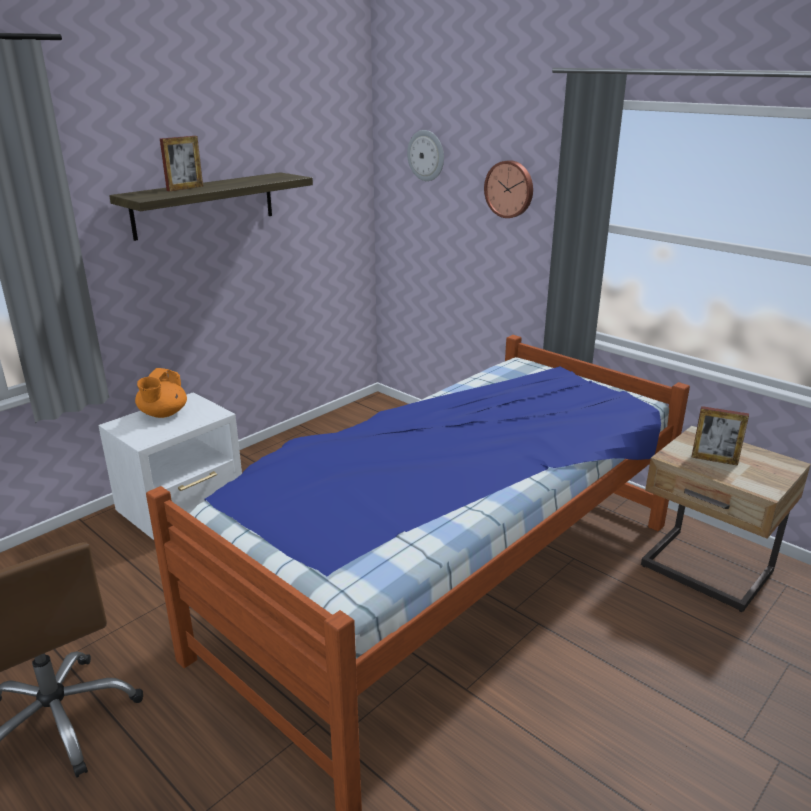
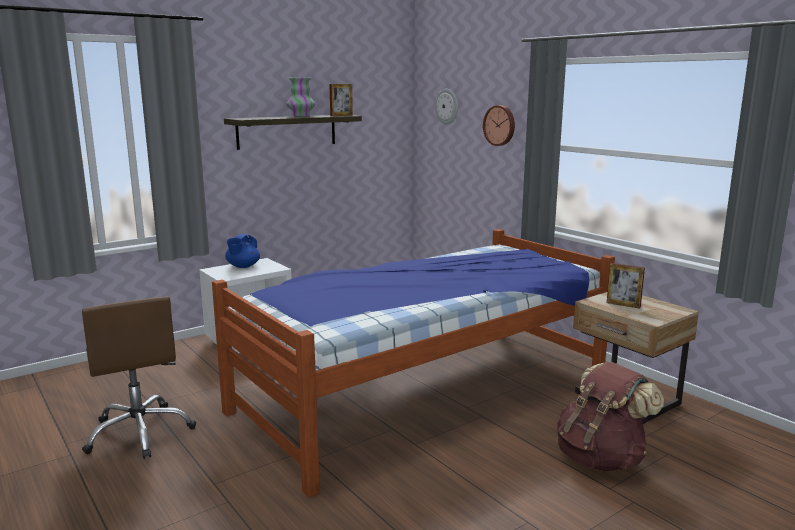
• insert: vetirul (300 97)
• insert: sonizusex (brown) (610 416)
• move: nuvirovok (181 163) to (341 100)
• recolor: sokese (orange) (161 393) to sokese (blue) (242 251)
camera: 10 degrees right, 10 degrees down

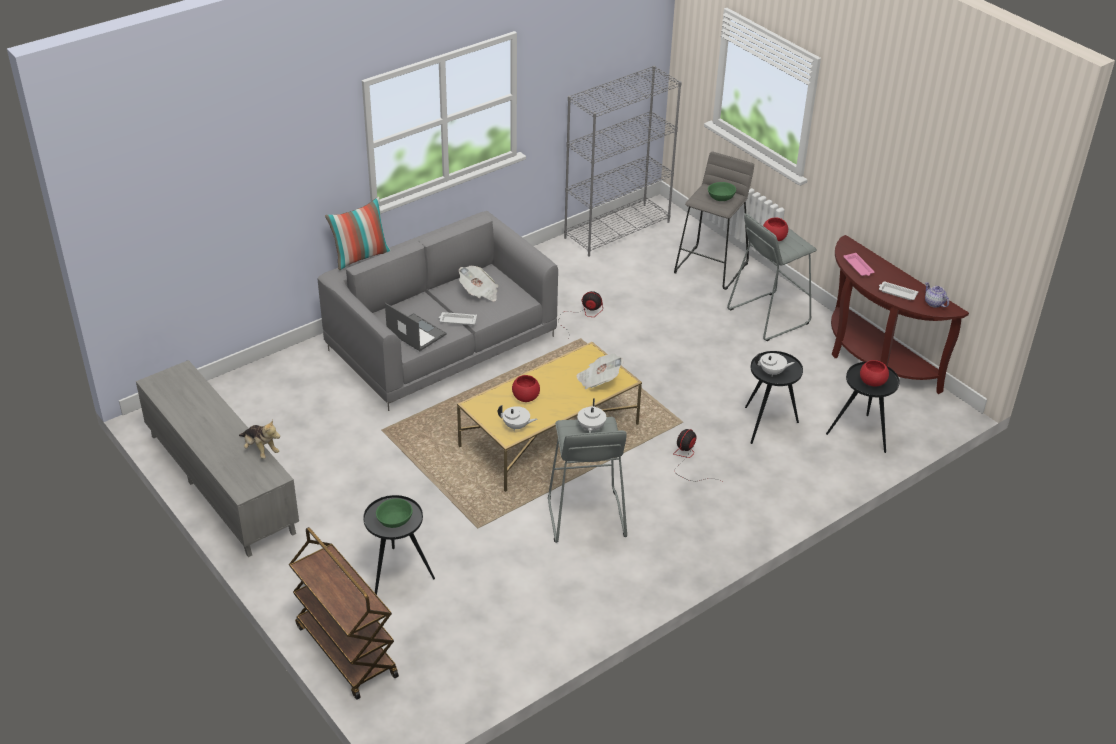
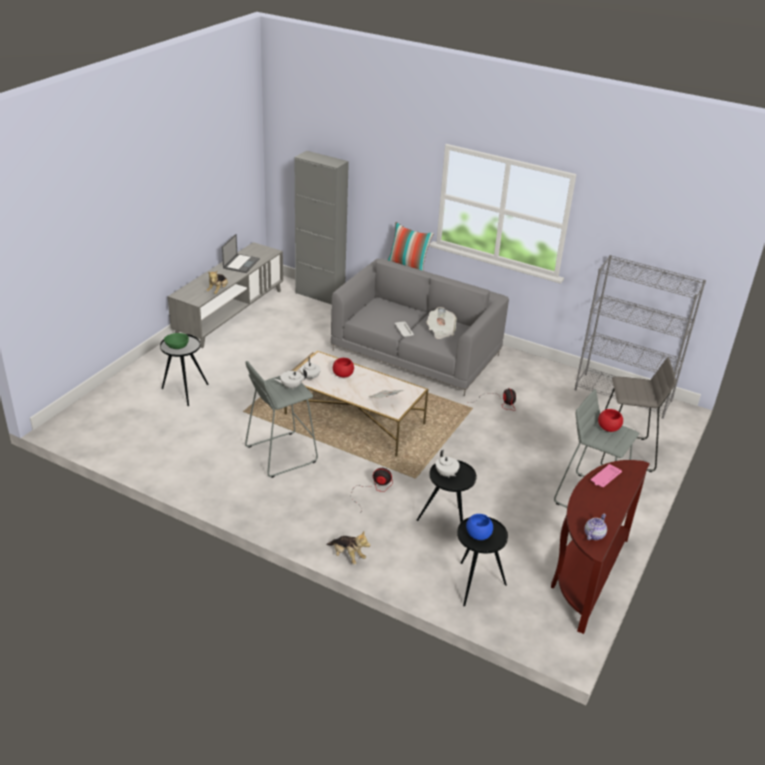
• delete: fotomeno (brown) (344 613)
• delete: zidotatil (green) (722 191)
• delete: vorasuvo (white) (898 290)
• insert: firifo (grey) (322 227)
• insert: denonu (348 548)
• move: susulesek (416 327) to (241 253)
• recolor: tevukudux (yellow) (549 417) to tevukudux (white) (356 404)
• recolor: zidotatil (red) (874 373) to zidotatil (blue) (479 527)
camera: 65 degrees right, 5 degrees down

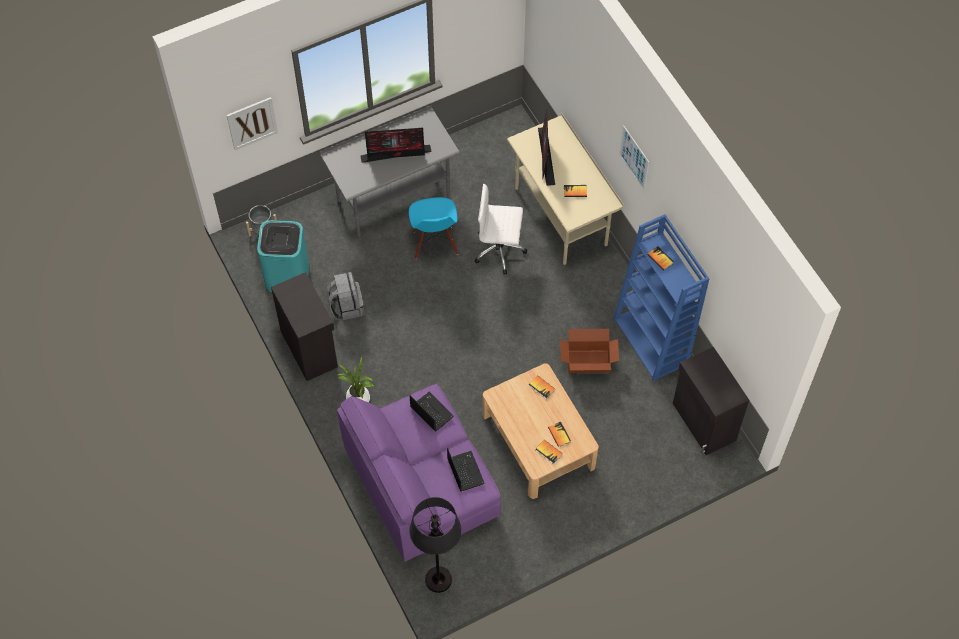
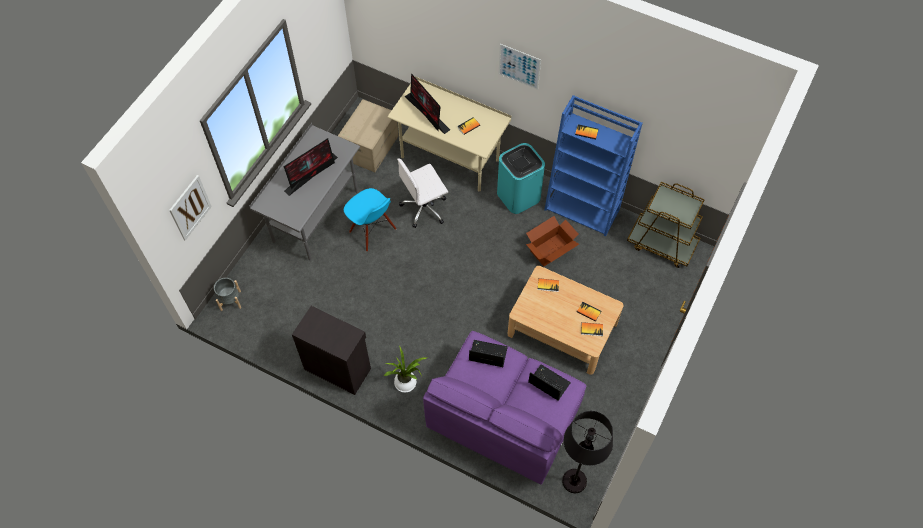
• delete: sonizusex (grey) (345 296)
• insert: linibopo (368 135)
• move: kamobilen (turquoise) (283 256) to (521 178)
• replace: firifo (black) (711 401) to fotomeno (brown) (666 225)
camera: 35 degrees left, 0 degrees up

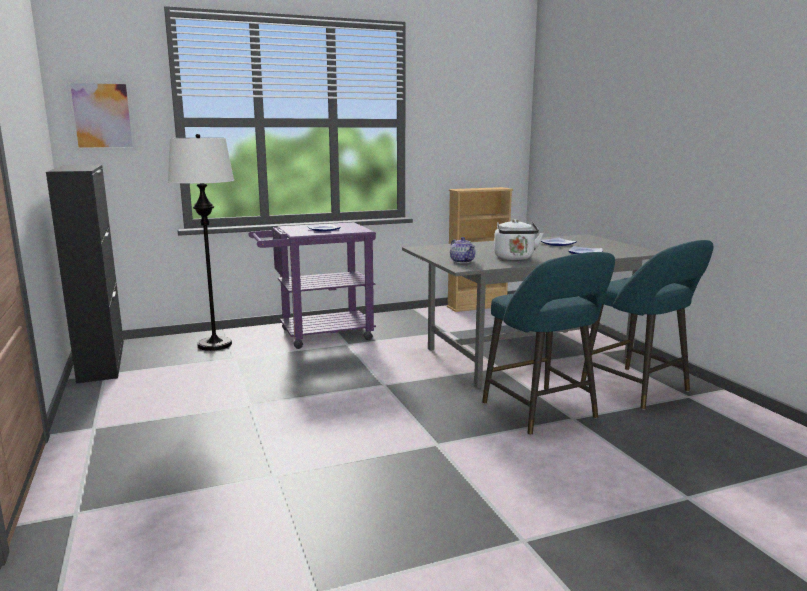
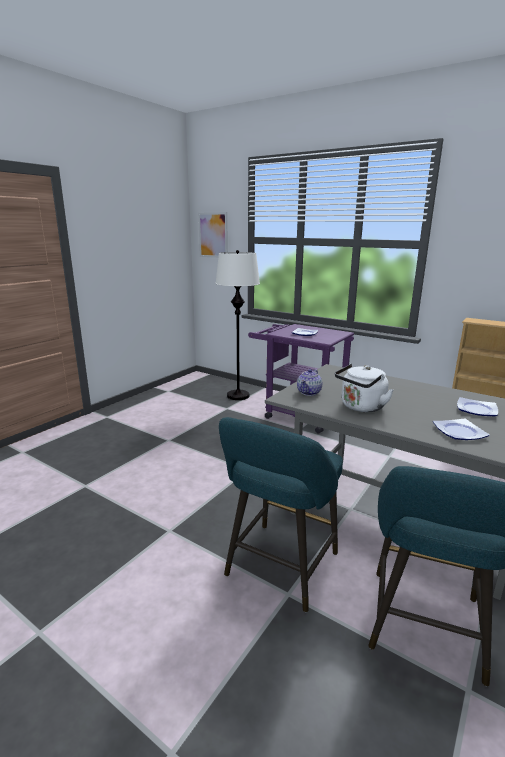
• delete: firifo (black) (85 274)
camera: 55 degrees right, 5 degrees up

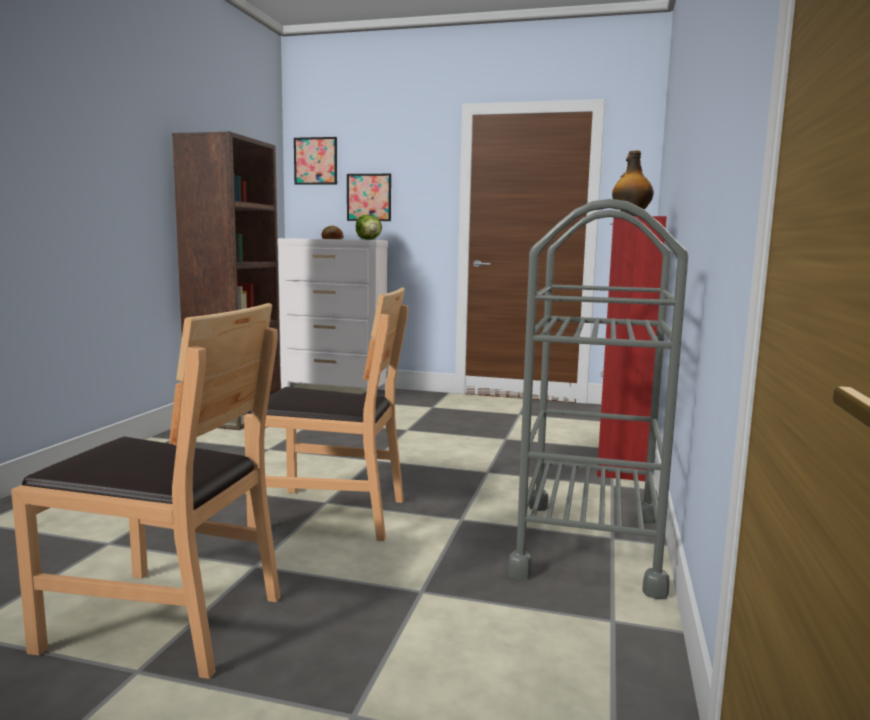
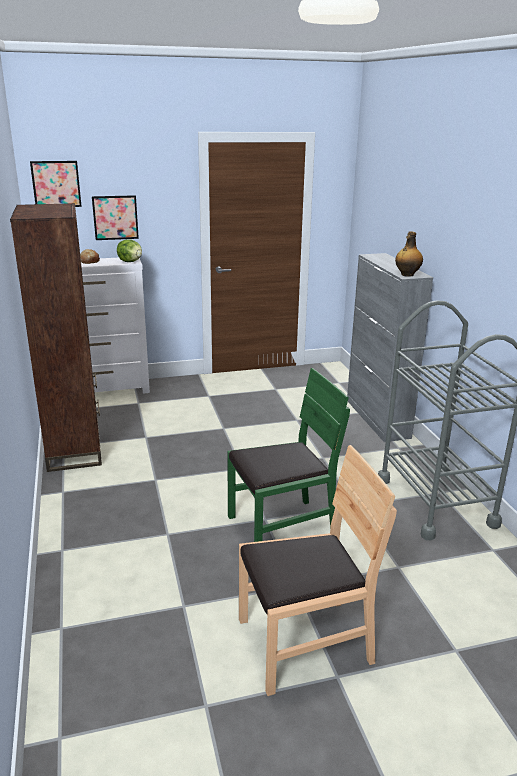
• recolor: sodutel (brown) (326 414) to sodutel (green) (288 455)
• recolor: firifo (red) (632 348) to firifo (grey) (390 347)
camera: 30 degrees left, 15 degrees up

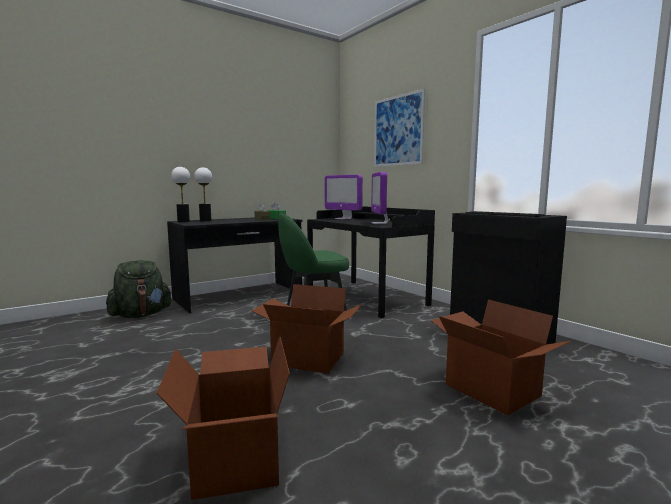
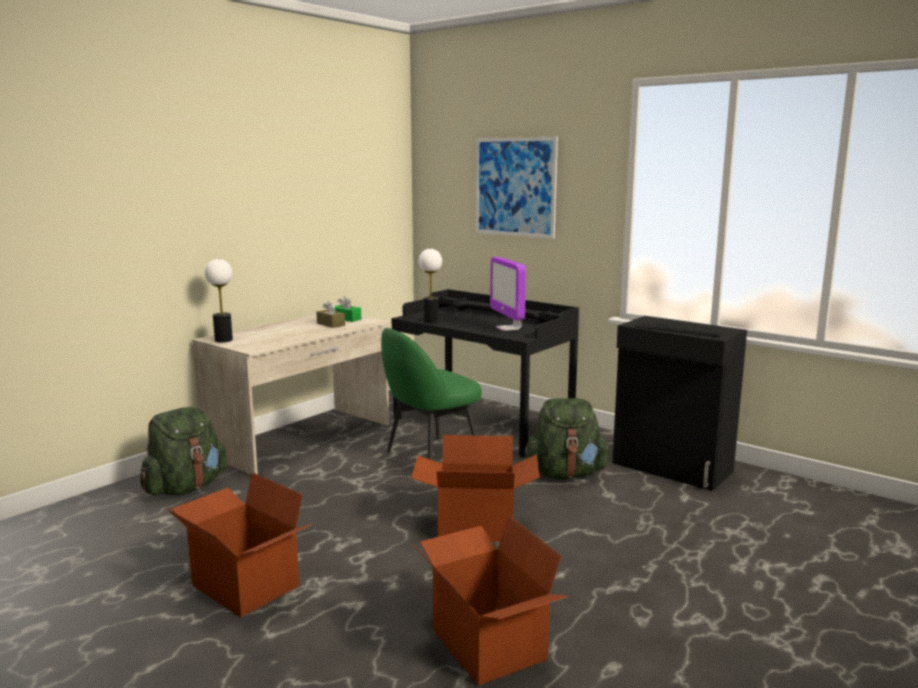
• delete: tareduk (343 197)
• insert: sonizusex (green) (567 438)
• move: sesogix (203 194) to (430 286)
• move: linibopo (502 357) to (239 544)
• recolor: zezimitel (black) (235 265) to zezimitel (beige) (291 394)
camera: 15 degrees left, 5 degrees up

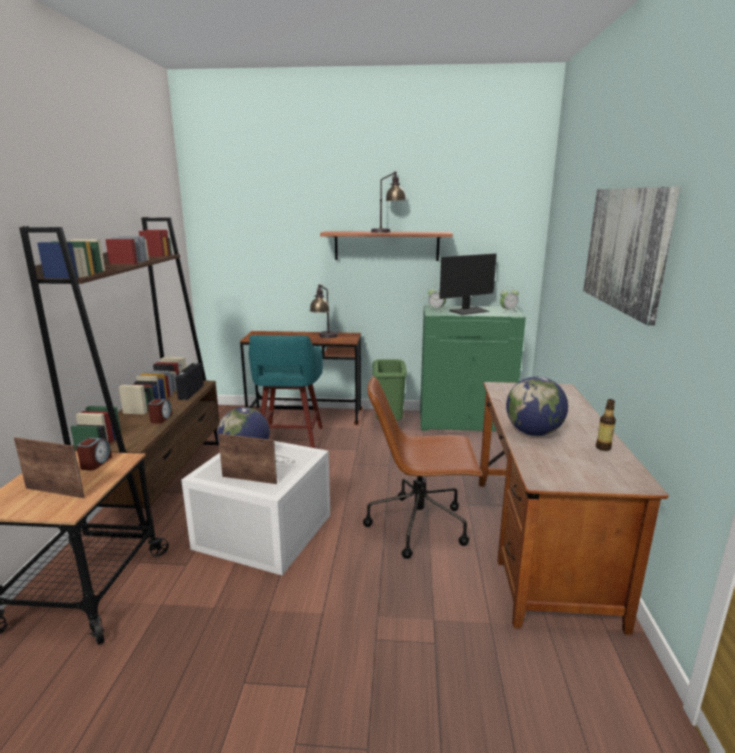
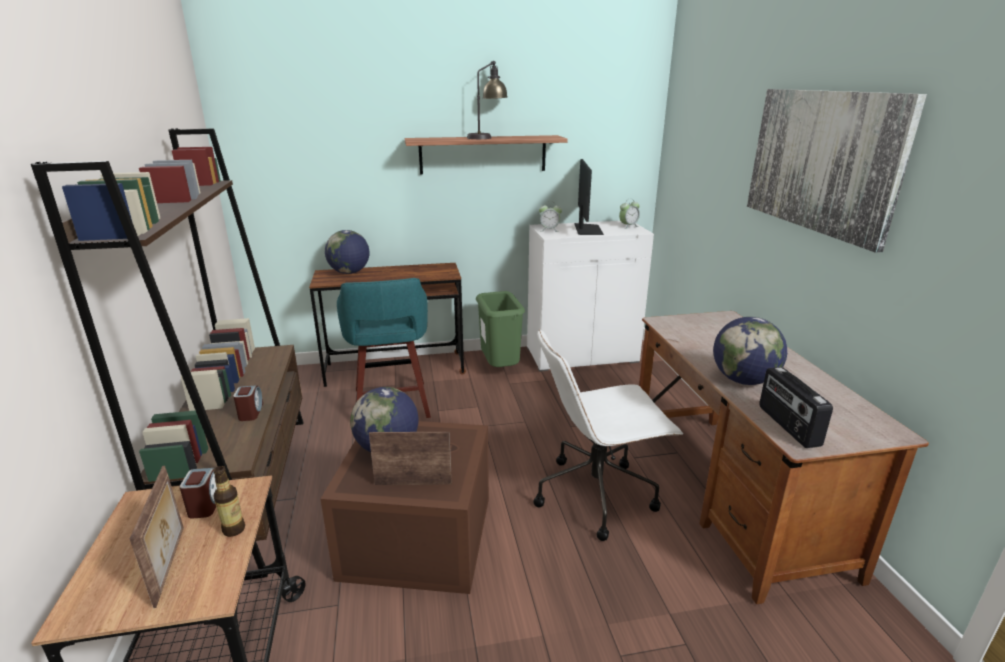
• delete: sesogix (324 311)
• insert: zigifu (347 252)
• move: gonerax (189 381) to (796 407)
• move: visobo (606 425) to (229 501)
• recolor: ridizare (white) (255 508) to ridizare (brown) (405 507)
• recolor: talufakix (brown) (423 467) to talufakix (white) (608 435)
• recolor: firifo (green) (473 368) to firifo (white) (590 296)
• rotate: nuvirovok (49 467) = (157 537) 75 degrees clockwise
• rotate: tareduk (468 284) = (589 197) 45 degrees counterclockwise
camera: 15 degrees left, 5 degrees up

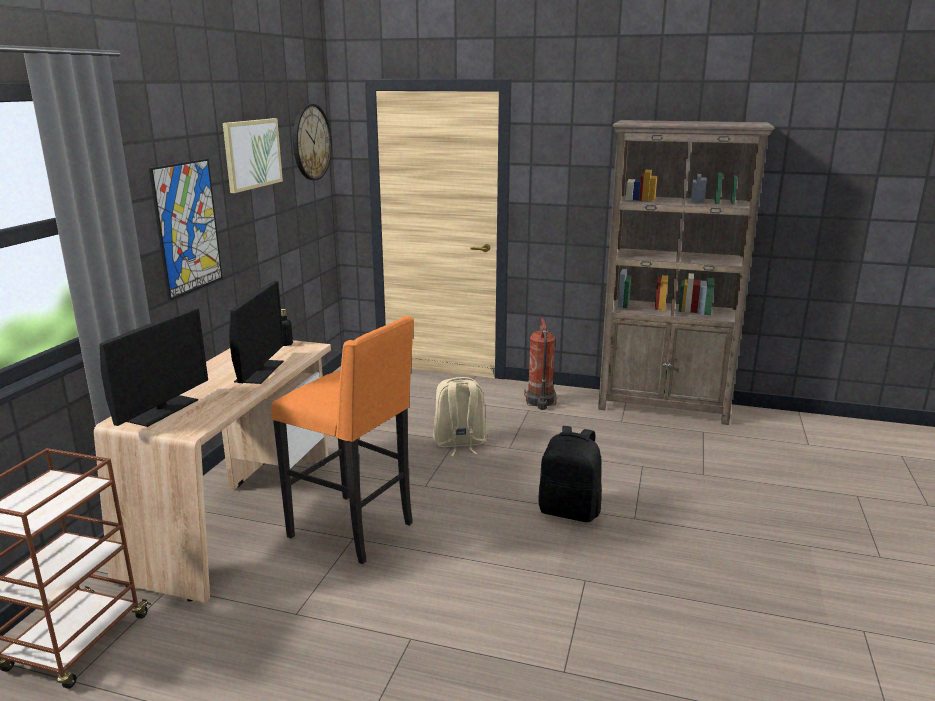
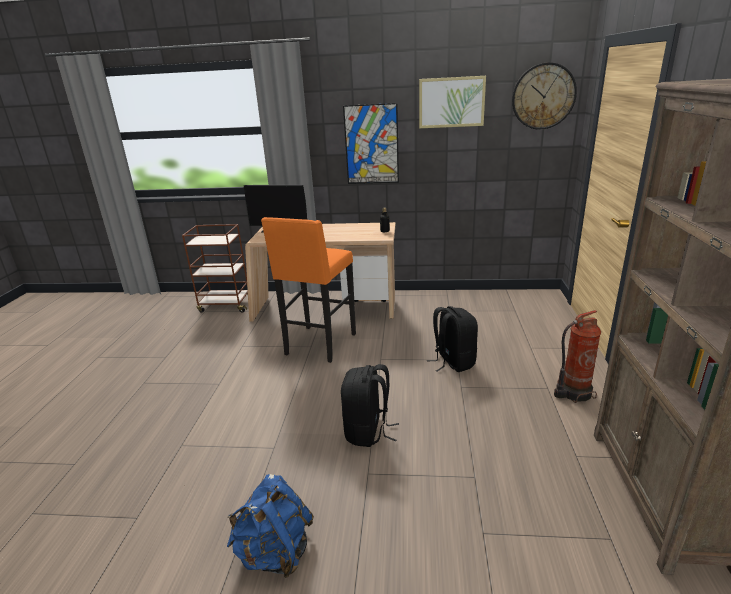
• delete: tareduk (256 332)
• insert: sonizusex (blue) (270 526)
• recolor: sonizusex (beige) (460 416) to sonizusex (black) (452 339)
camera: 80 degrees right, 5 degrees up

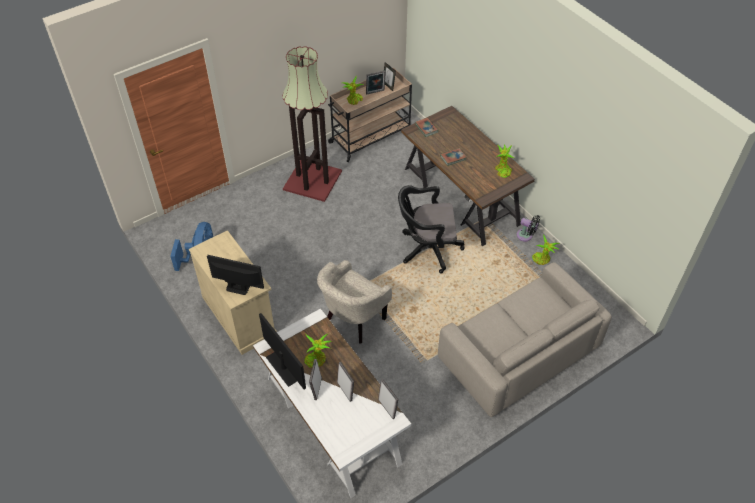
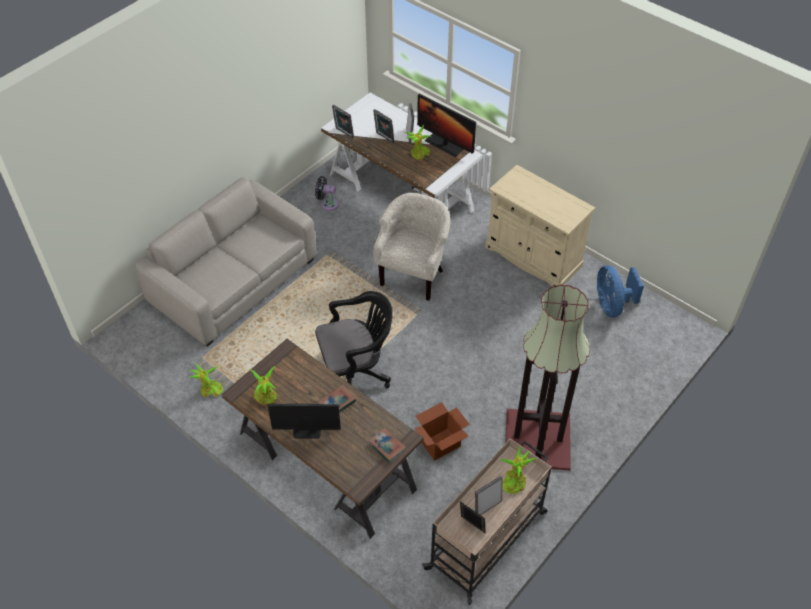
• insert: linibopo (442 431)
• move: tareduk (235 275) to (304 421)
• move: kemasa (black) (528 228) to (327 193)
camera: 165 degrees right, 0 degrees up

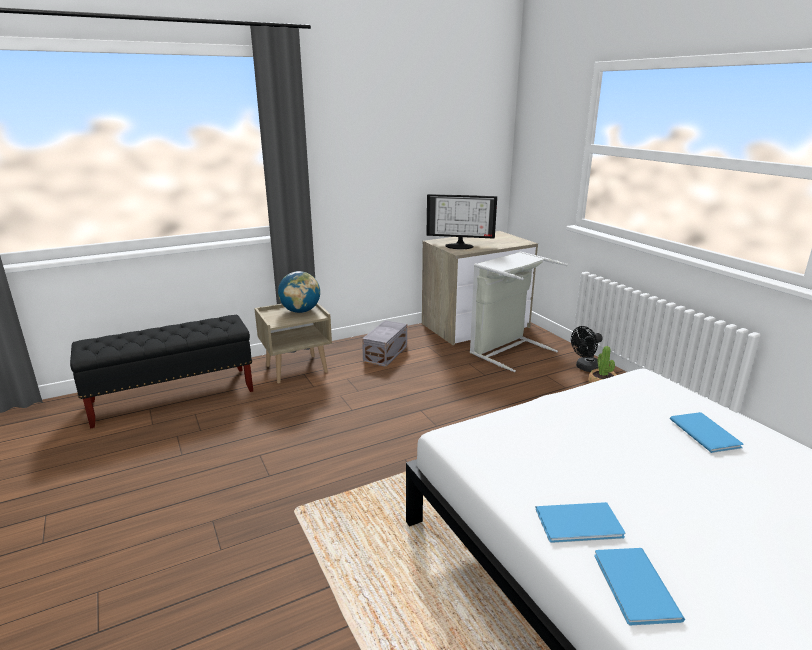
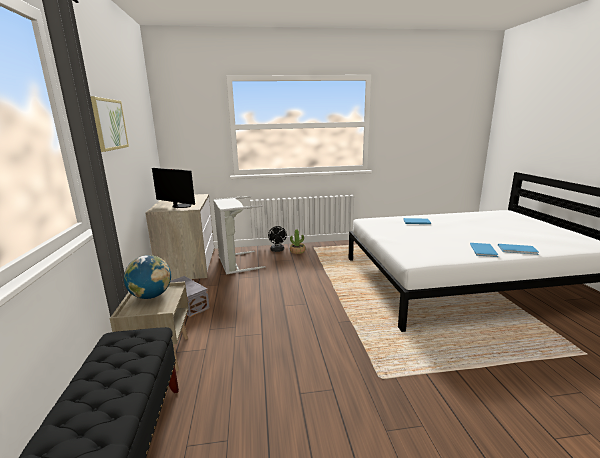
• insert: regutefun (109 124)
• rotate: tareduk (461 221) = (173 188) 90 degrees counterclockwise
camera: 70 degrees left, 5 degrees down

